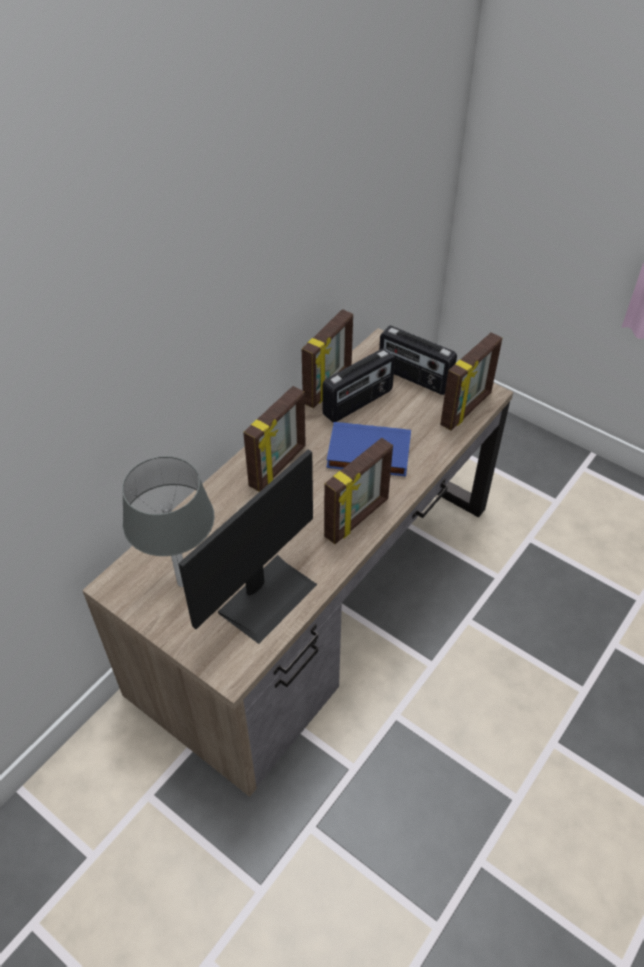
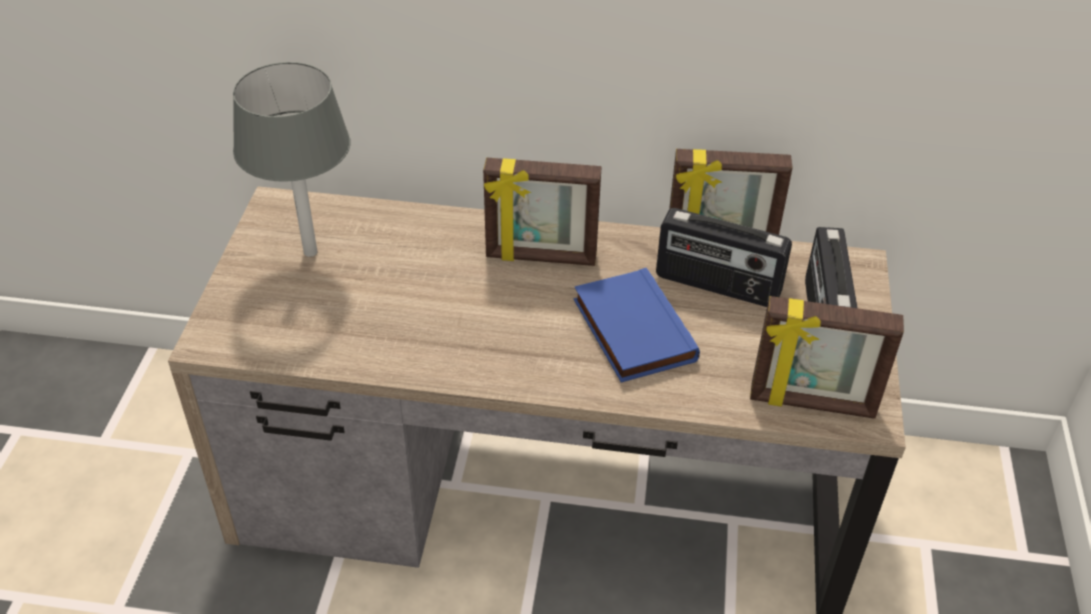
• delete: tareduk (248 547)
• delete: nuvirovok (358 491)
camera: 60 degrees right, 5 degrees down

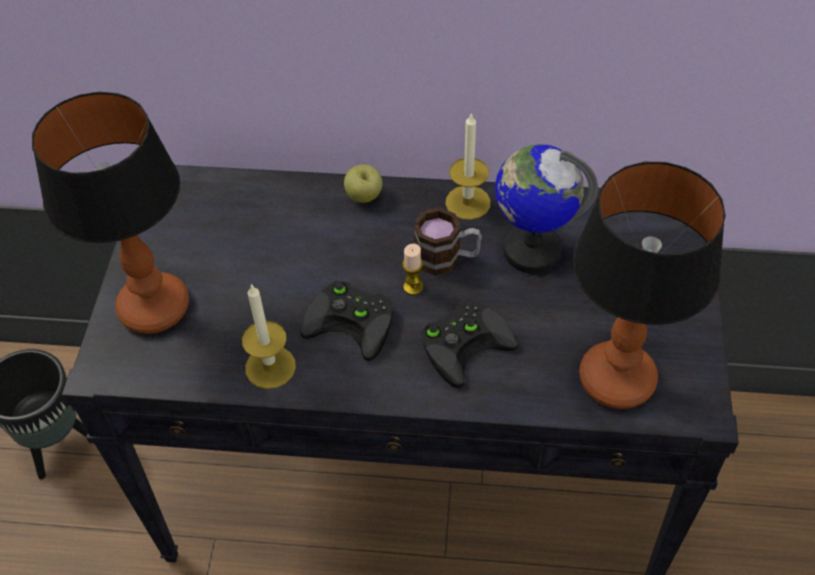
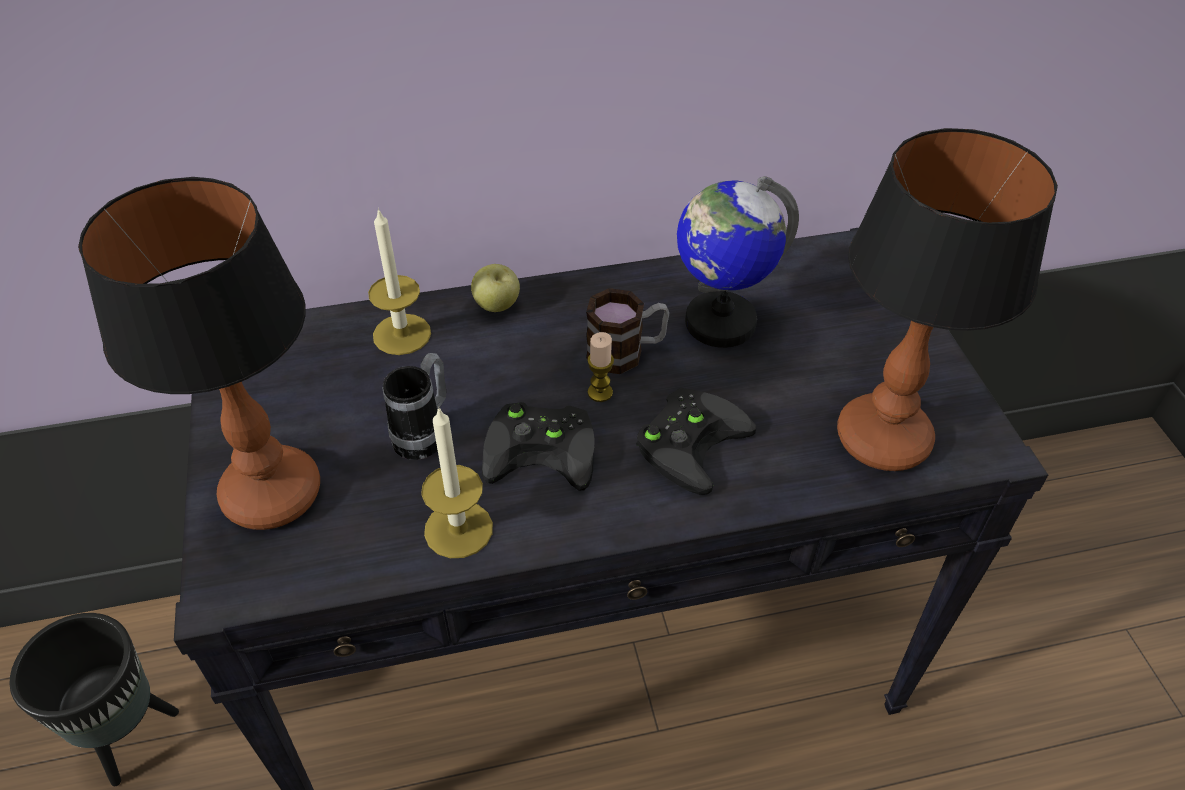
• insert: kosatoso (414 406)
• move: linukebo (468 166) to (399 281)
camera: 20 degrees left, 5 degrees down

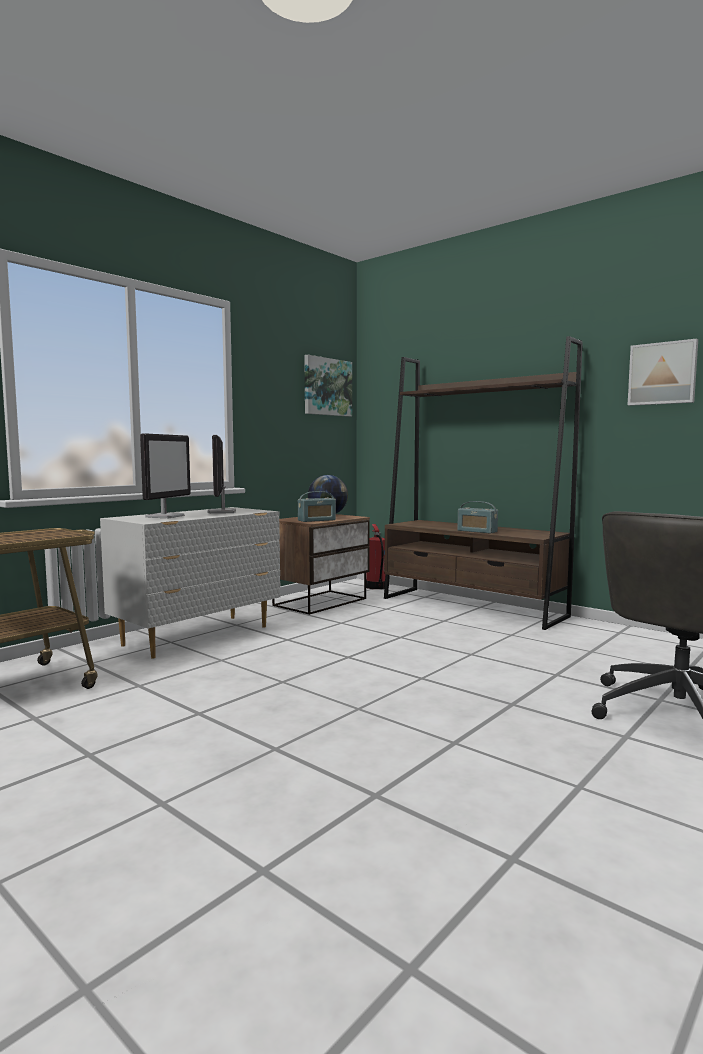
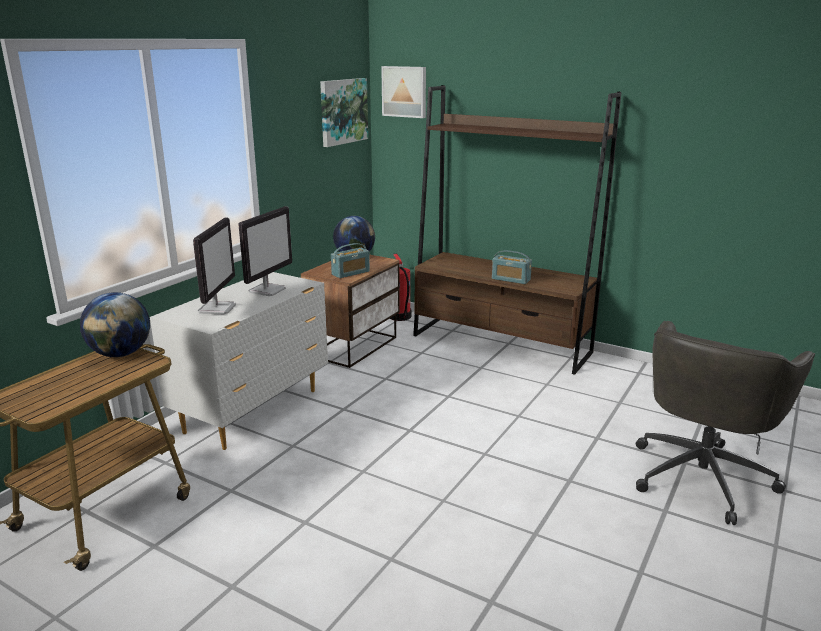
• insert: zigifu (115 324)
• move: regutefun (663 372) to (403 92)
• rotate: tareduk (221 474) = (265 251) 135 degrees counterclockwise
camera: 10 degrees left, 15 degrees up

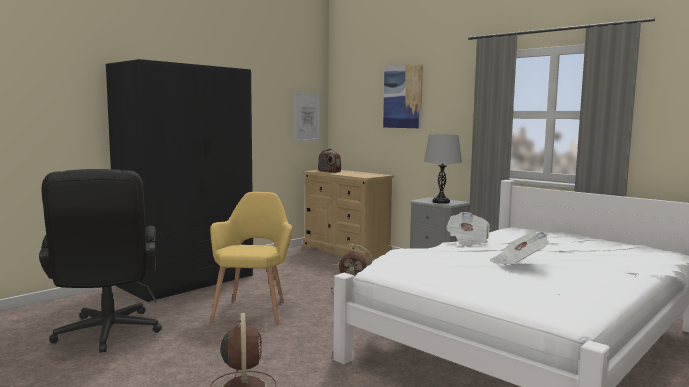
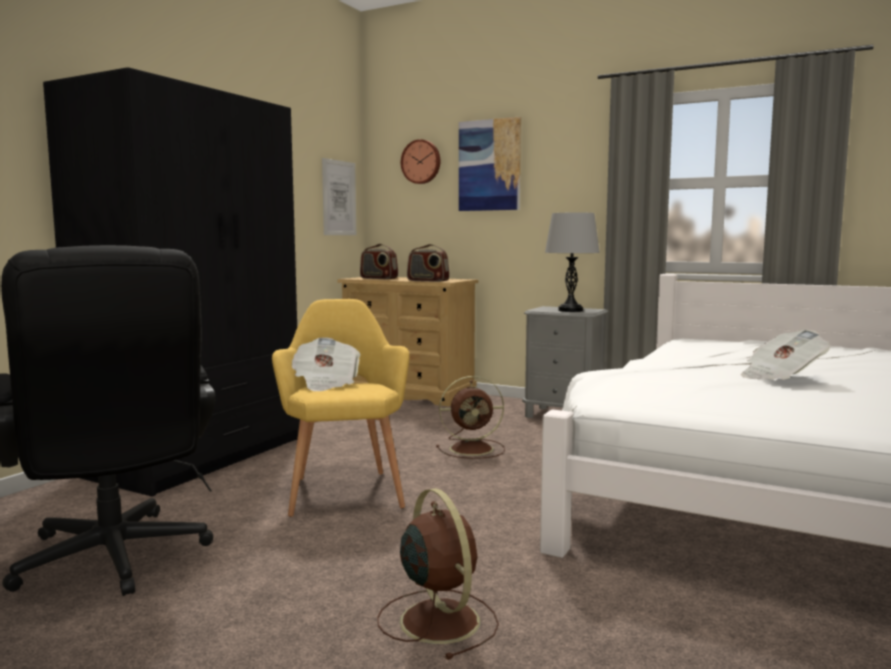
• insert: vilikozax (420 161)
• insert: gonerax (428 263)
• move: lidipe (468 229) to (326 364)
camera: 15 degrees left, 0 degrees up

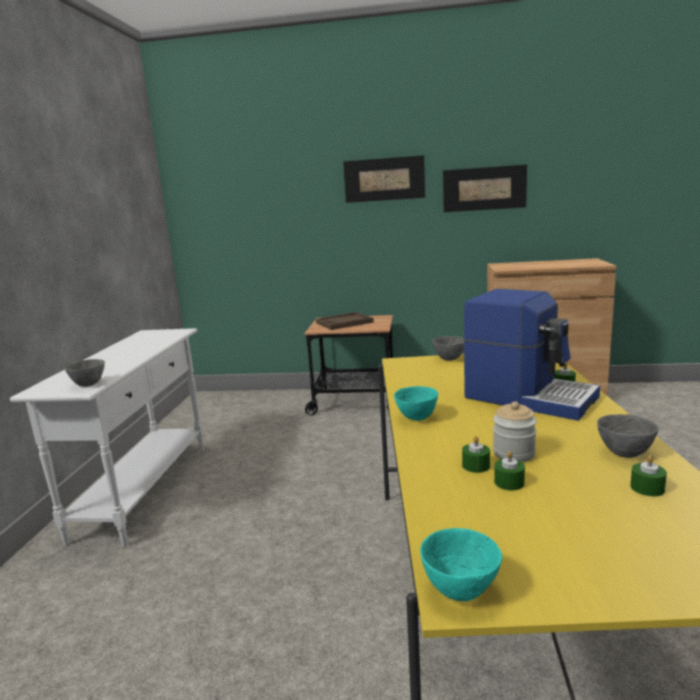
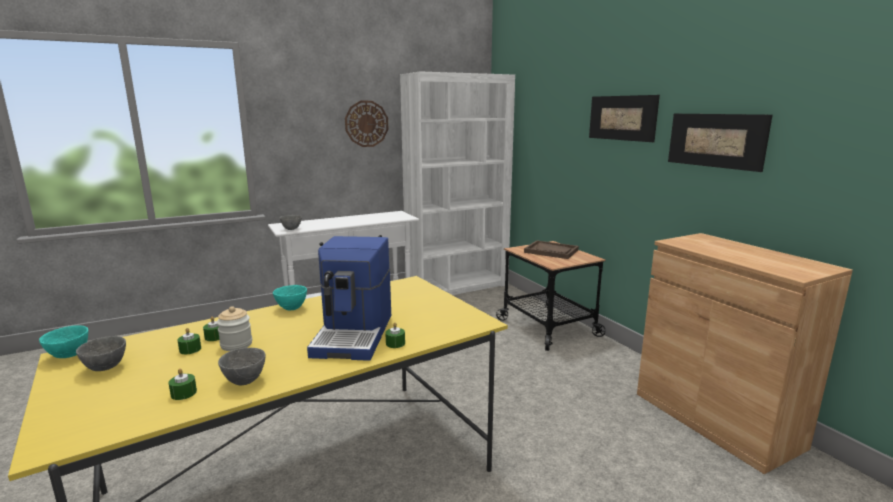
• insert: vilikozax (366 124)
• insert: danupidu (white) (457 183)
• move: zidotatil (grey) (448 348) to (101 353)
camera: 55 degrees right, 0 degrees up

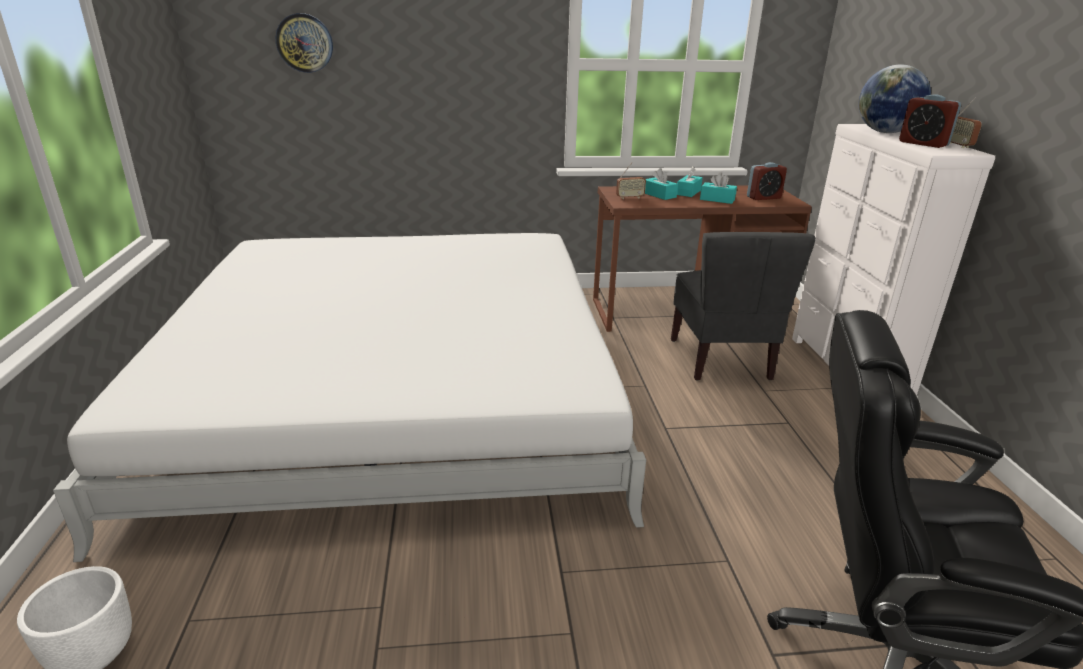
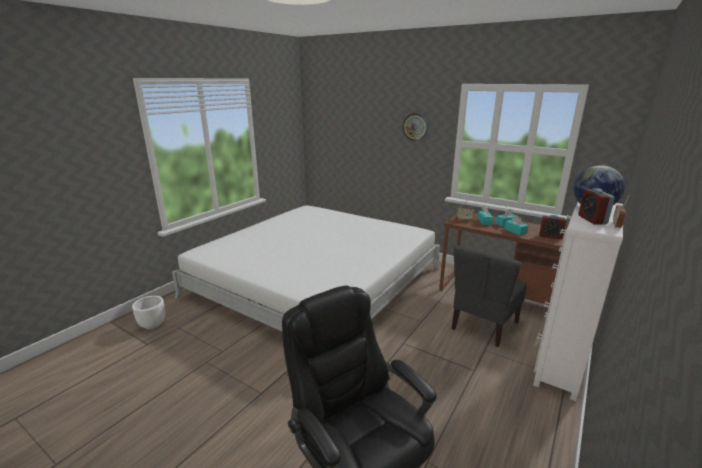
• move: vilikozax (304 43) to (415 127)
camera: 40 degrees right, 5 degrees down

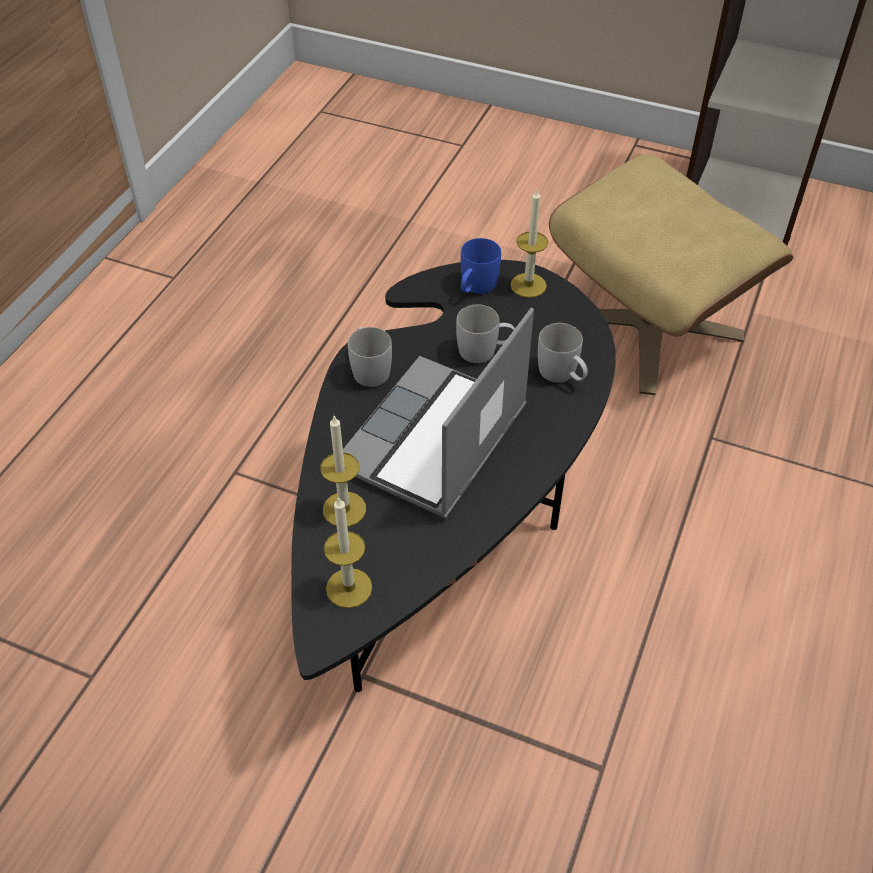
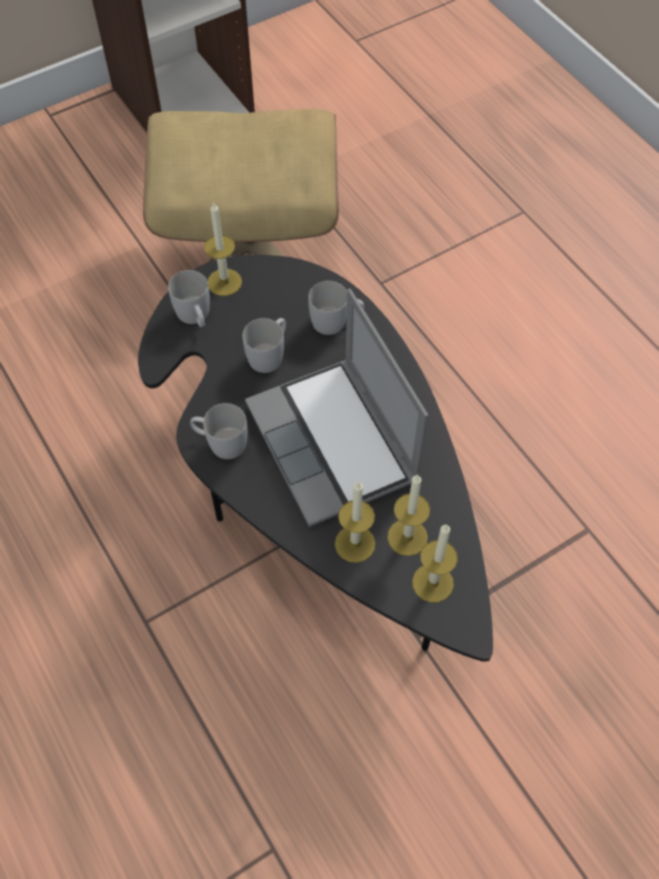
• insert: linukebo (408 515)
• recolor: kosatoso (blue) (481 266) to kosatoso (white) (189 298)
camera: 55 degrees left, 10 degrees up

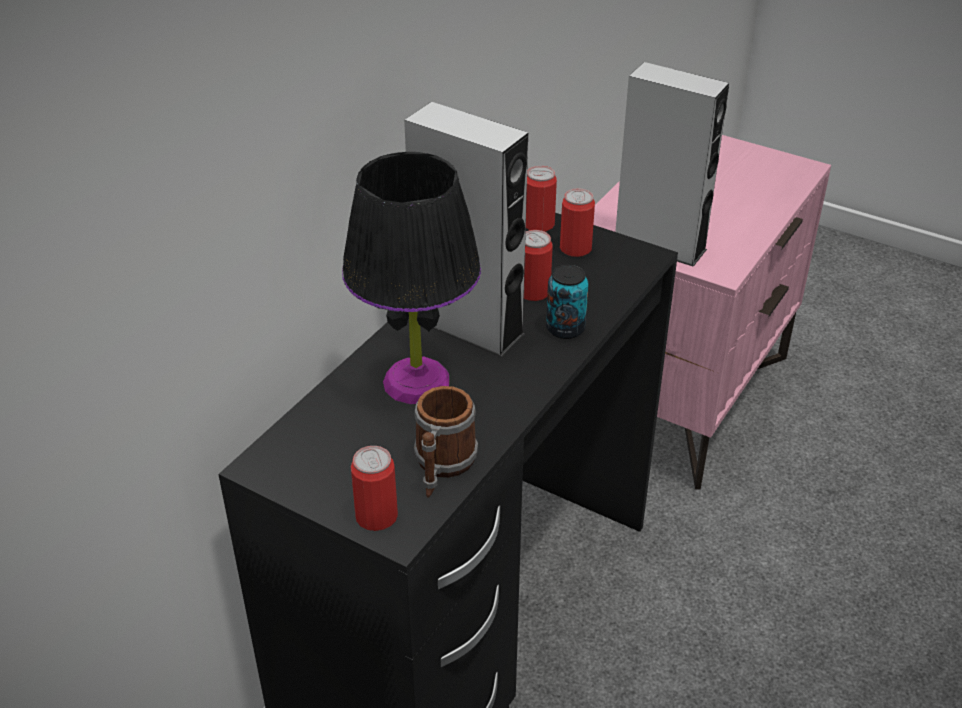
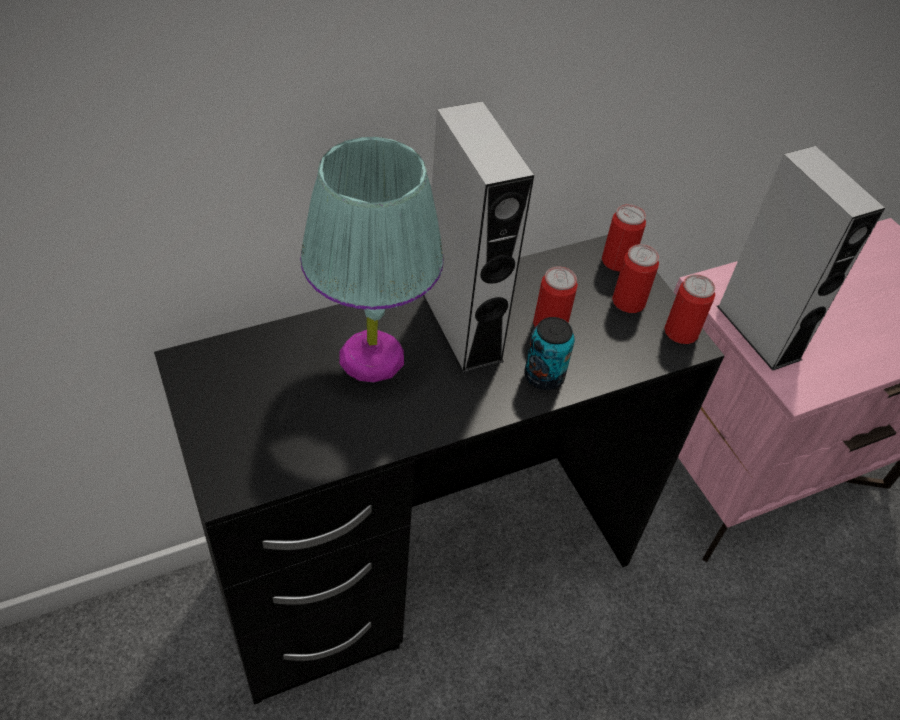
• delete: kosatoso (446 442)
• move: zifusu (374 488) to (689 309)
• recolor: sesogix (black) (411 278) to sesogix (turquoise) (372 260)
camera: 30 degrees right, 10 degrees up

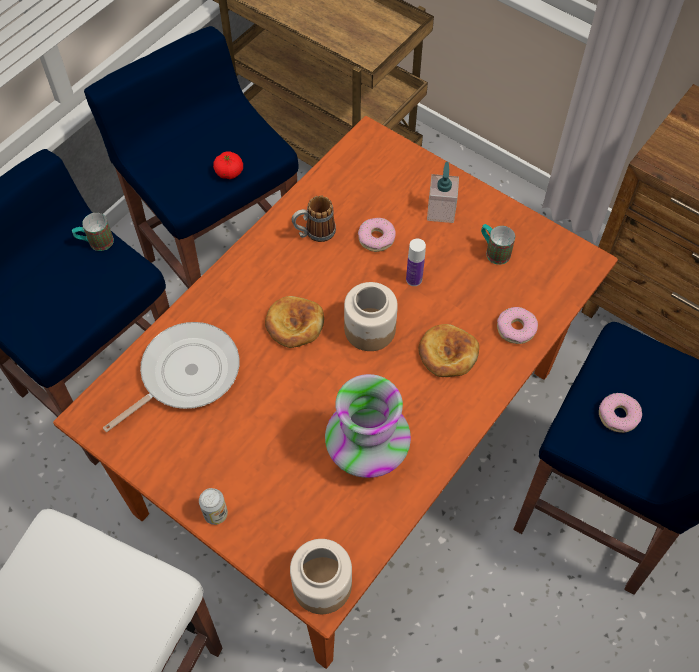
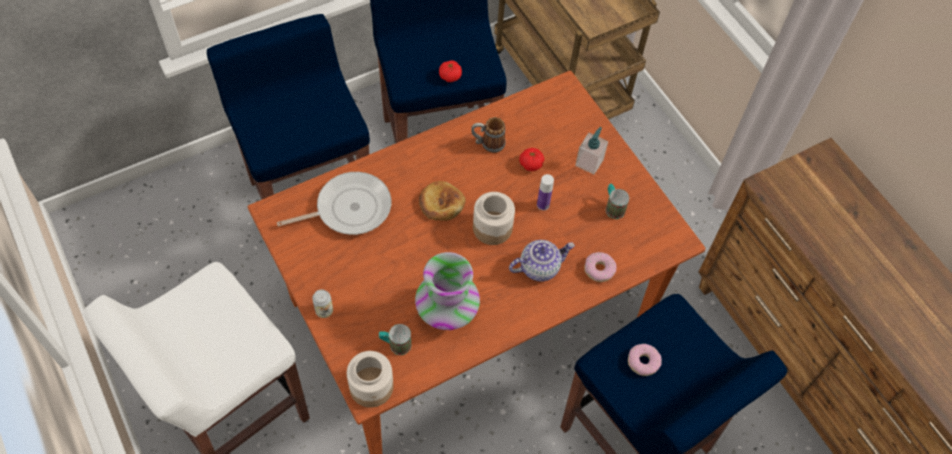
• move: kosatoso (93 232) to (395 339)
• replace: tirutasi (377 235) to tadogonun (531 159)
• replace: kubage (448 350) to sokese (542 260)
camera: 20 degrees right, 0 degrees up

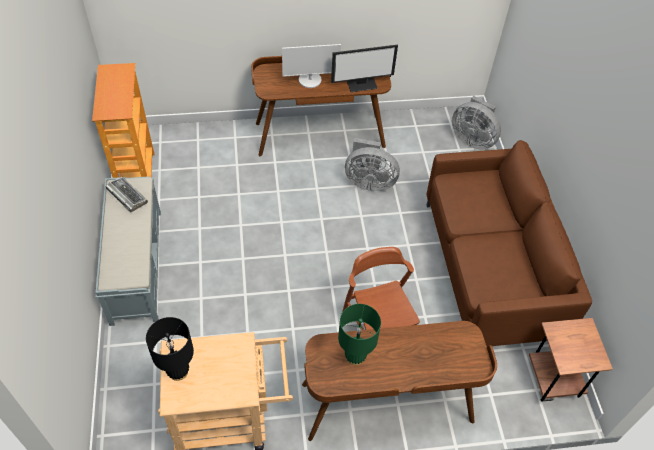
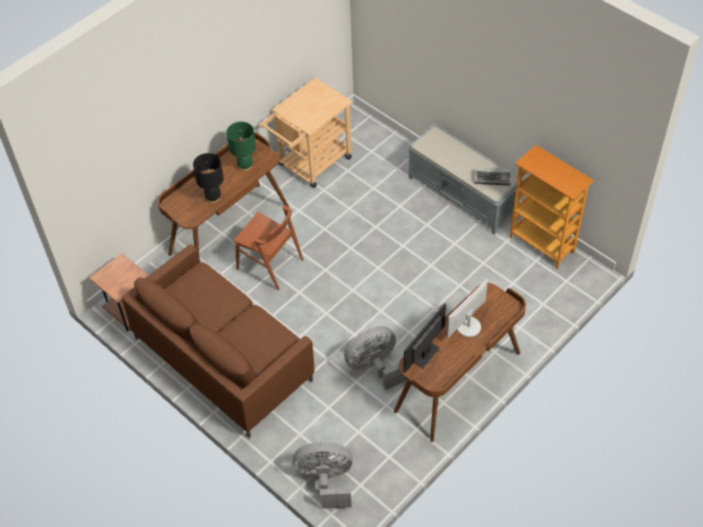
• move: sesogix (black) (170 349) to (208 178)
camera: 145 degrees right, 0 degrees up

